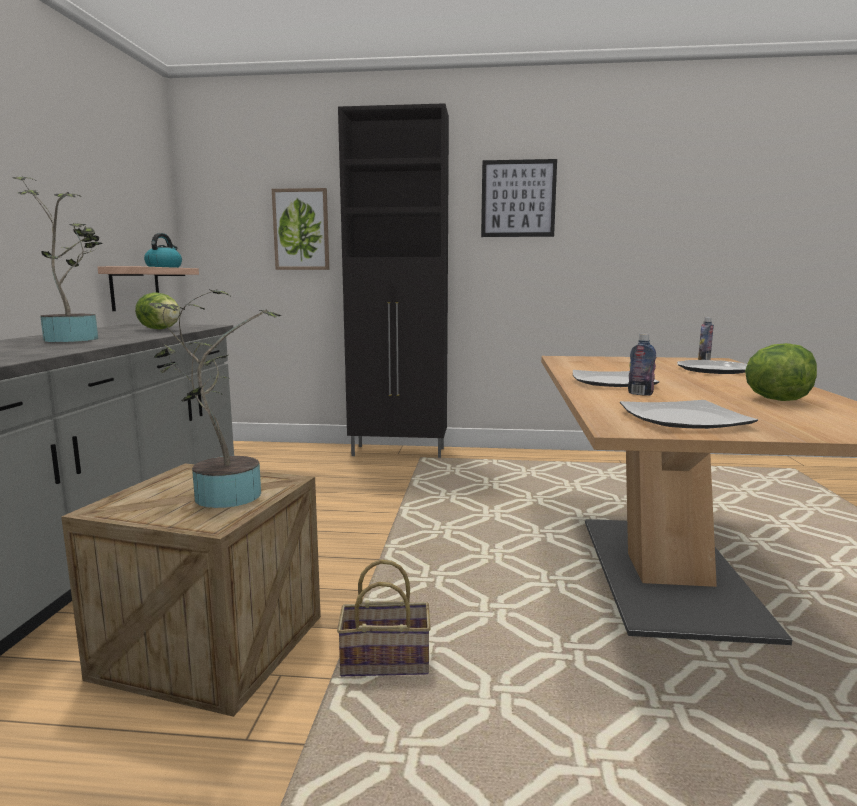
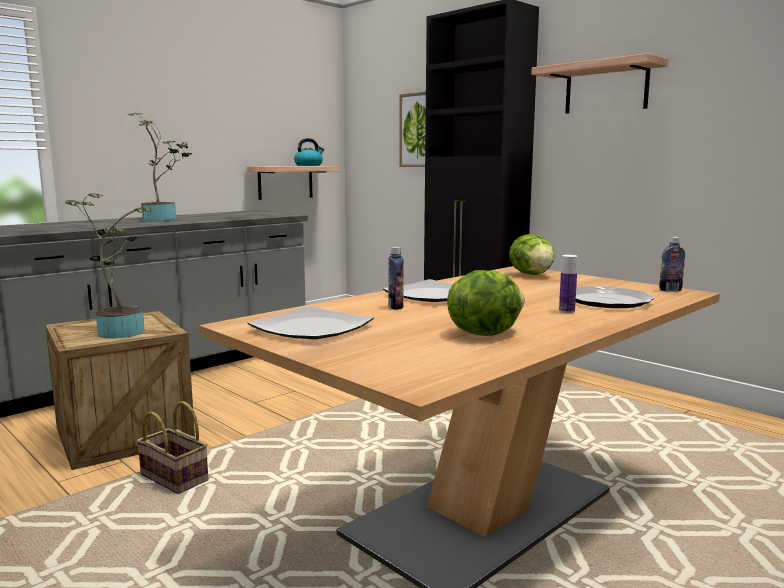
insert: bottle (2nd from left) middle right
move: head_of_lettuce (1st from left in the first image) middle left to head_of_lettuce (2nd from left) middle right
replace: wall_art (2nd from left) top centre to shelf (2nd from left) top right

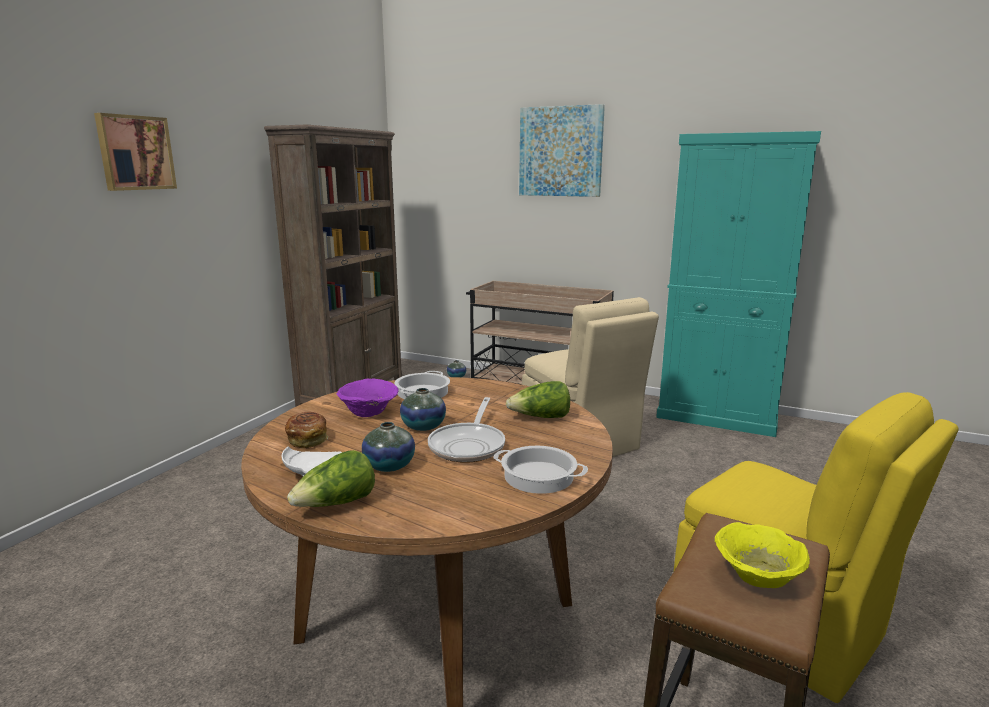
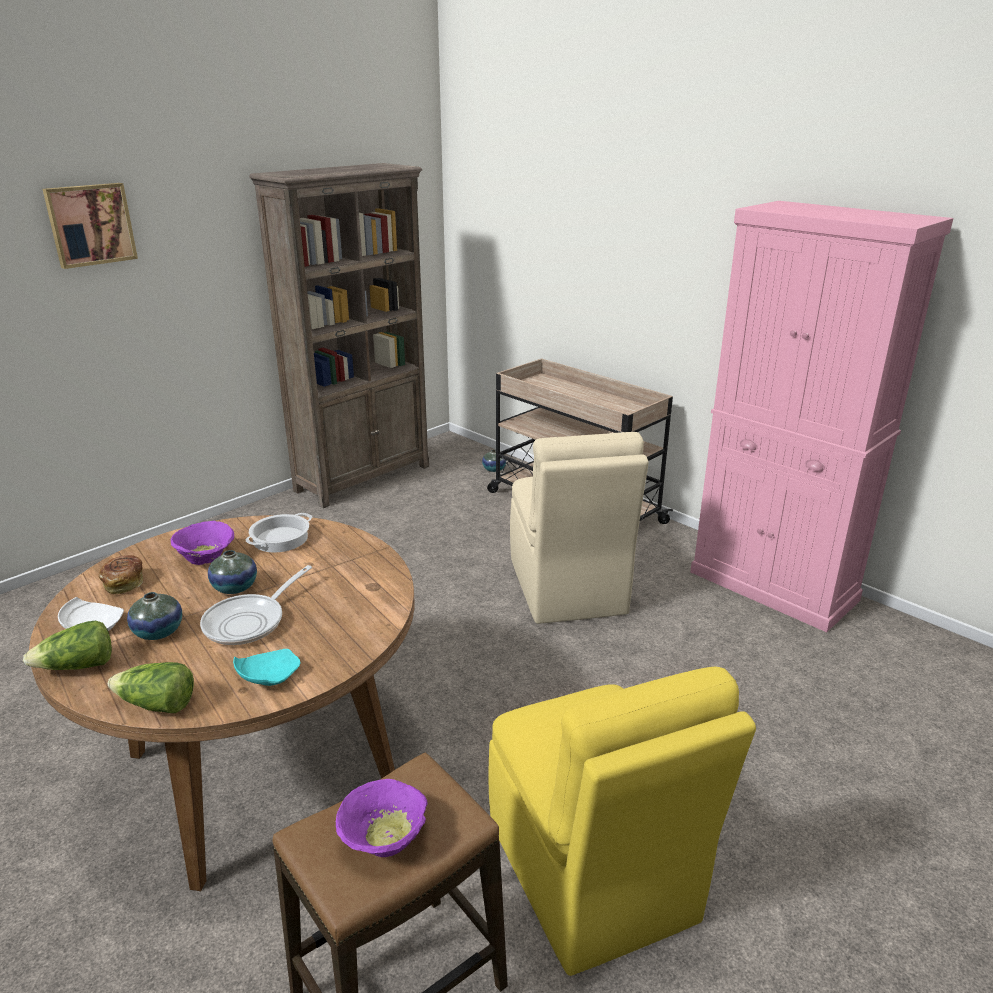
delete: wall_art (2nd from left) top centre
move: head_of_lettuce (2nd from left) centre to bottom left
replace: stockpot (2nd from left) centre to blue-green_flat_dish bottom left
recolor: blue-green_cupboard middle right to pink-coloured_cupboard middle right; yellowish_serving_bowl bottom right to purplish_serving_bowl (2nd from left) bottom centre

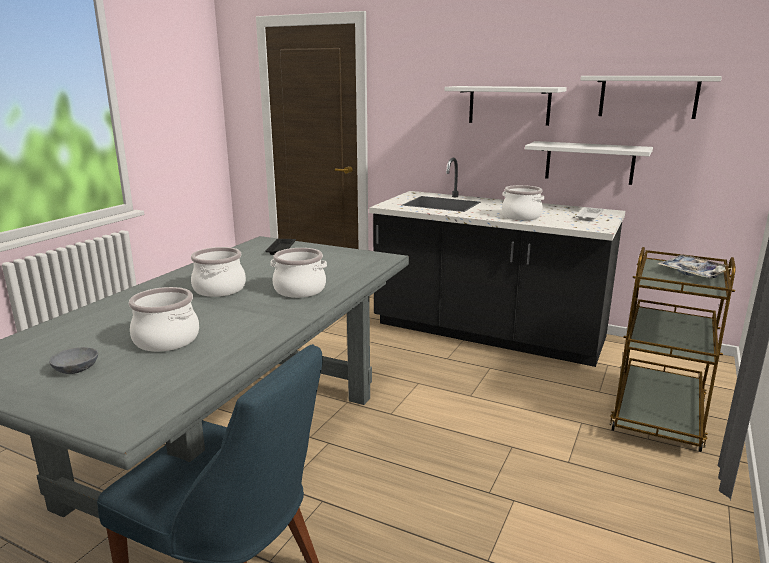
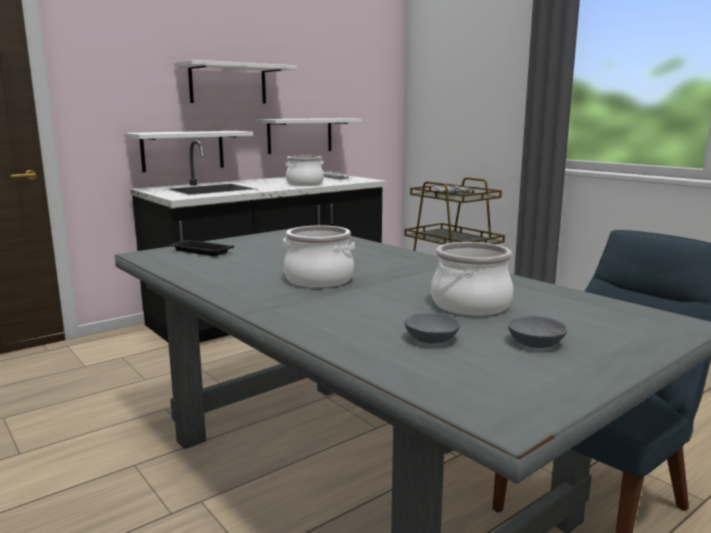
delete: stockpot (3rd from left) centre
insert: gray_serving_bowl (1st from left) centre
move: white_shelf (3rd from left in the first image) top right to white_shelf (1st from left) top left

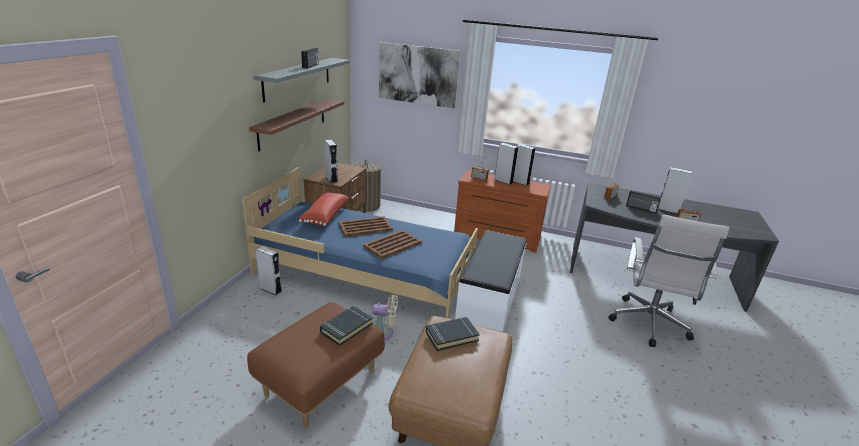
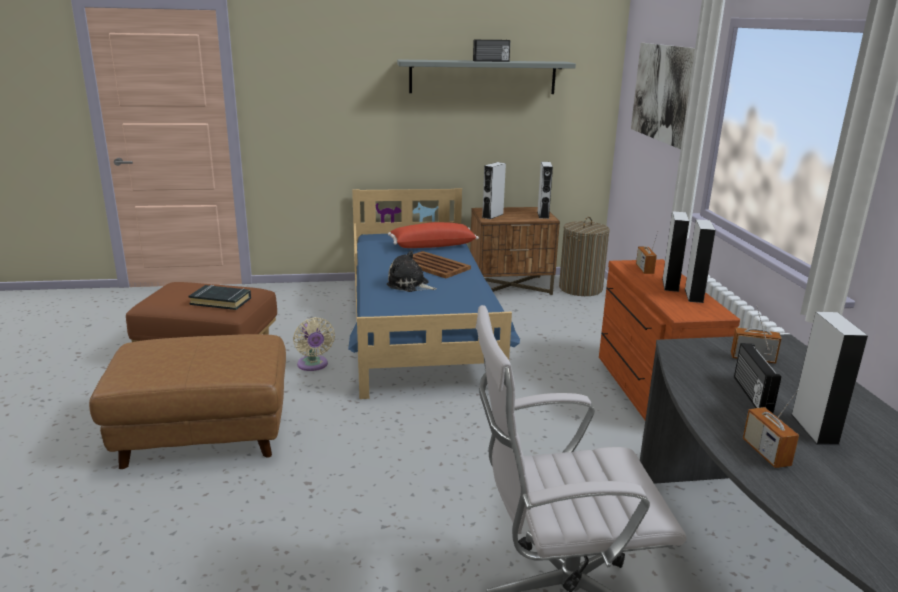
delete: brown_shelf top centre; black-coloured_volume (2nd from left) bottom centre; white_bench centre
move: gray_audio_speaker (1st from left in the first image) middle left to gray_audio_speaker (2nd from left) top centre
replace: brown_carrying_tray (2nd from left) centre to plush_toy centre

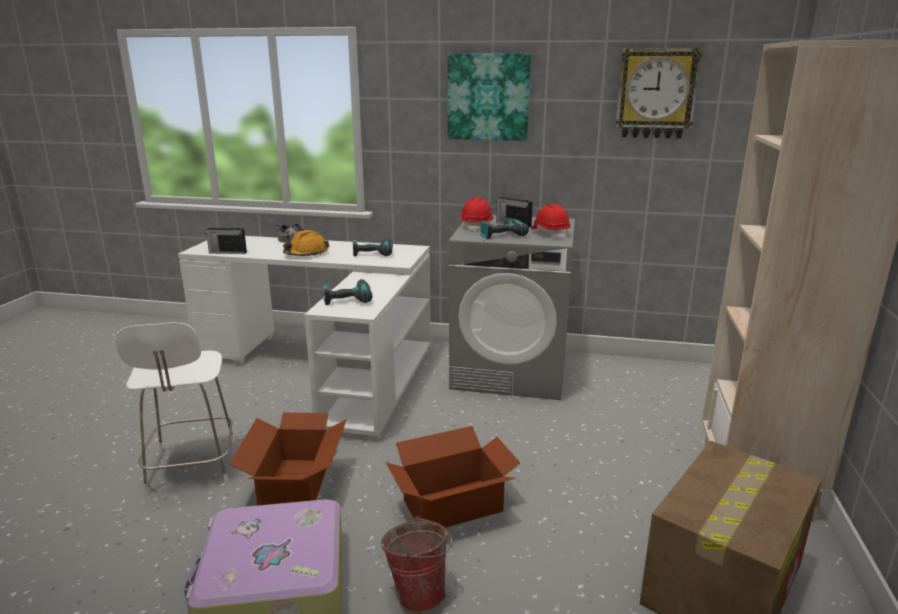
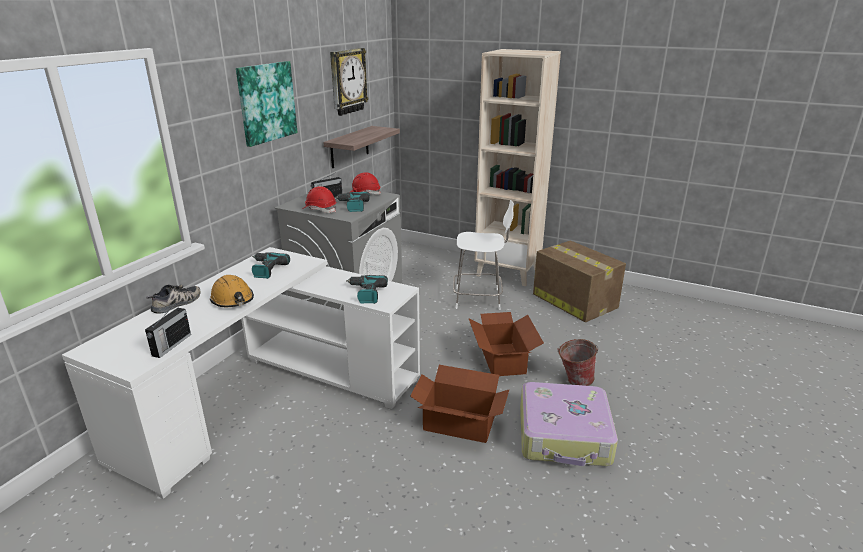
insert: shelf top centre
move: white_stool middle left to centre

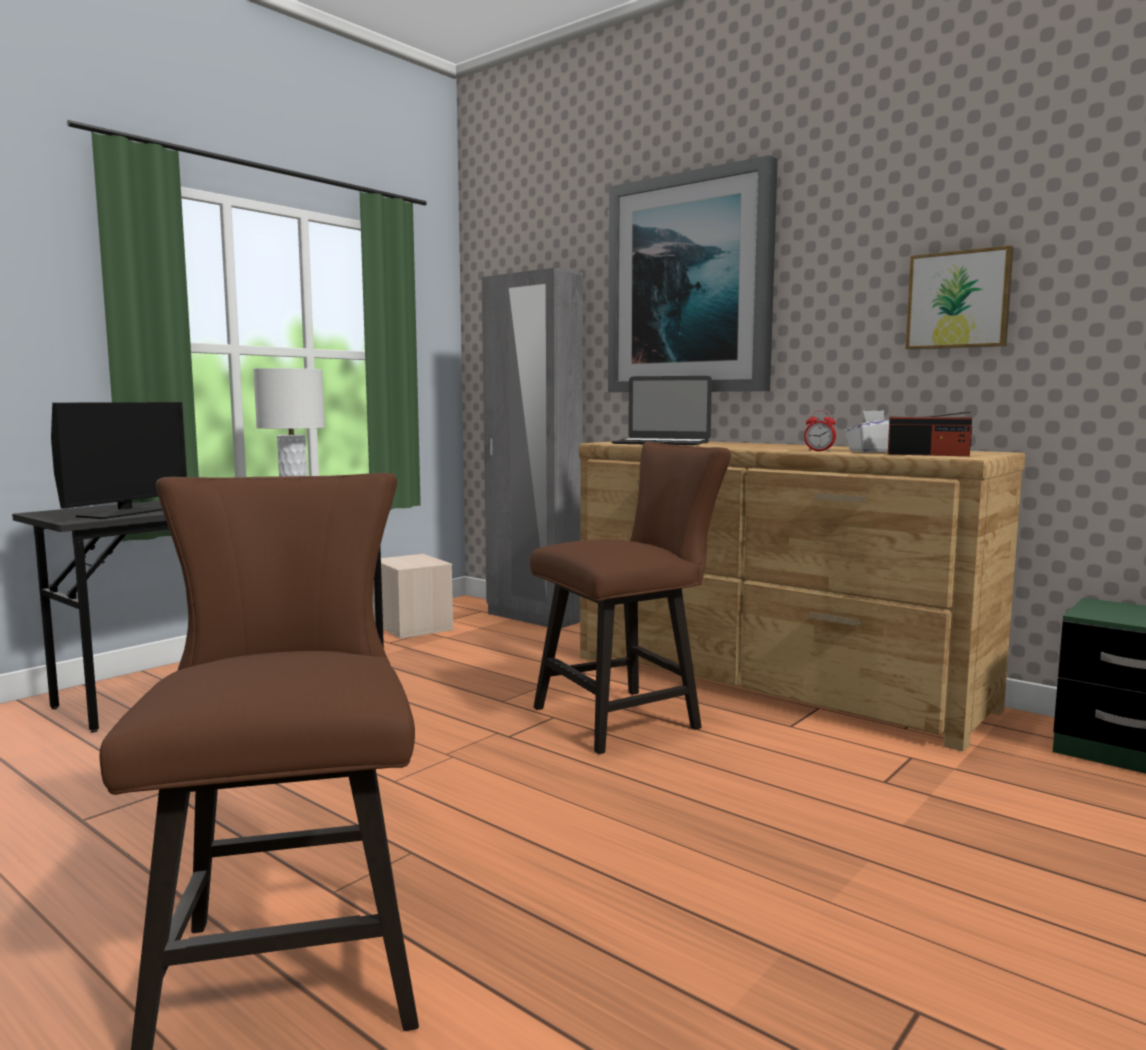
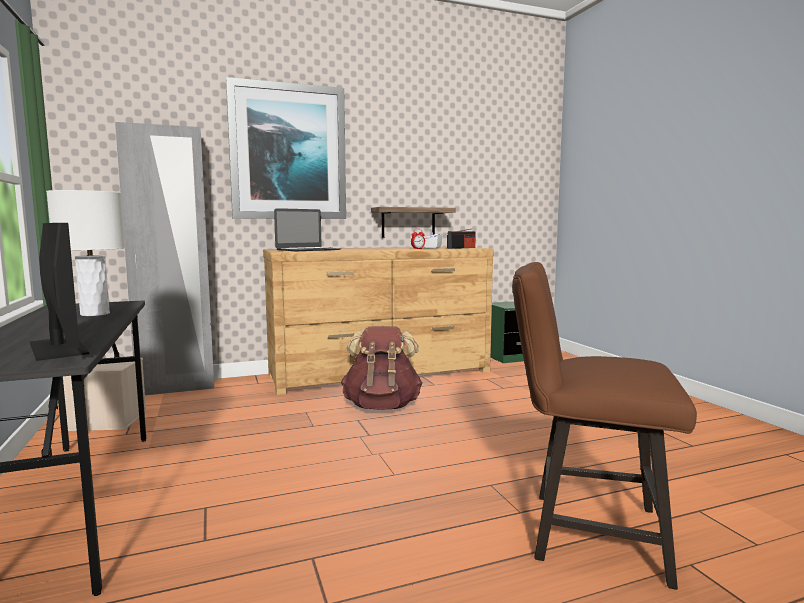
delete: wall_art (2nd from left) top right
insert: shelf centre
replace: brown_plain_chair (2nd from left) centre to brown_backpack centre

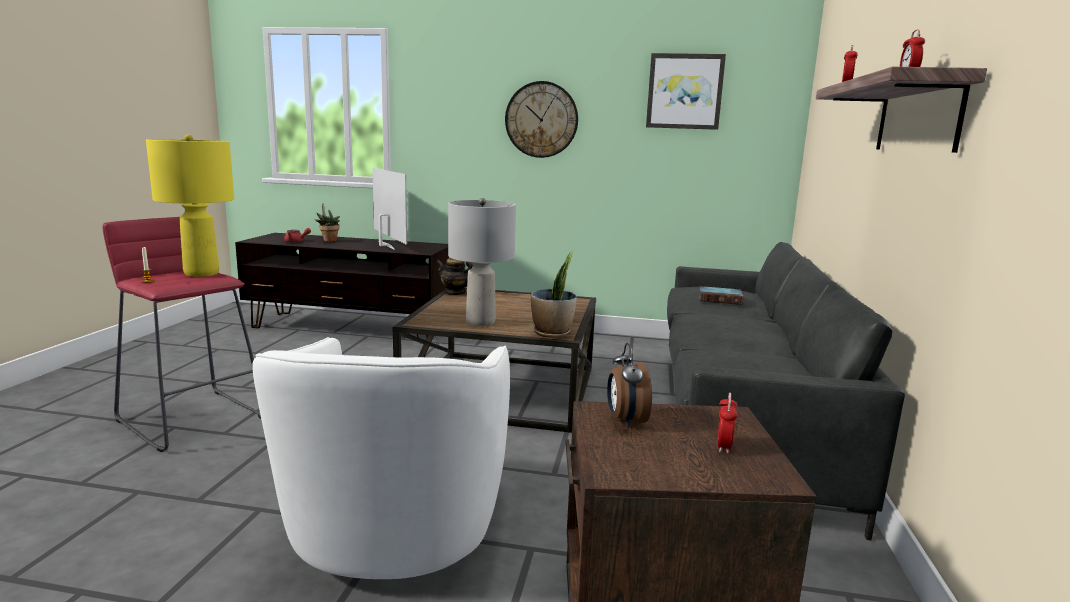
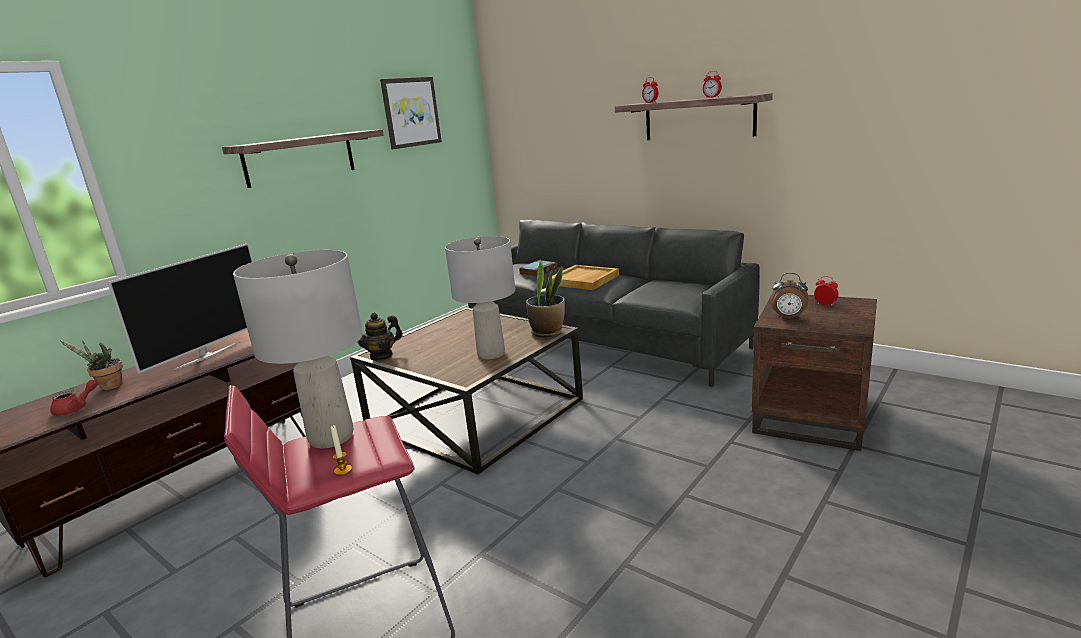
delete: white_armchair bottom centre
insert: beige_carrying_tray centre
replace: wall_clock top centre to shelf (1st from left) top left
recolor: yellowish_tabletop_lamp middle left to gray_tabletop_lamp (1st from left) middle left
rotate: TV_set centre = middle left 120 degrees clockwise

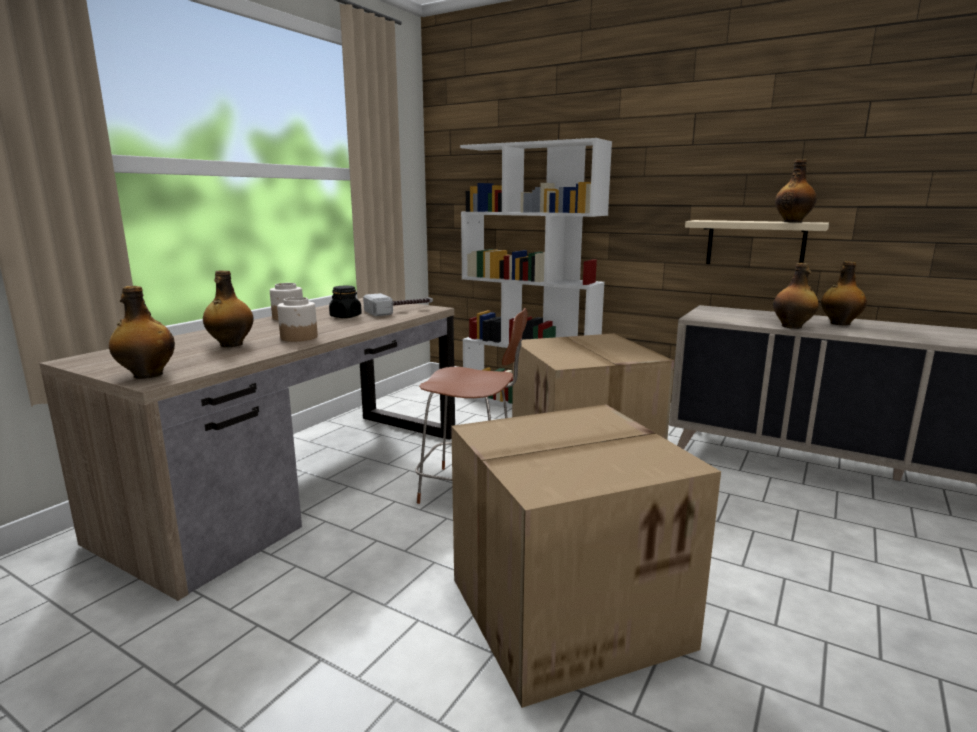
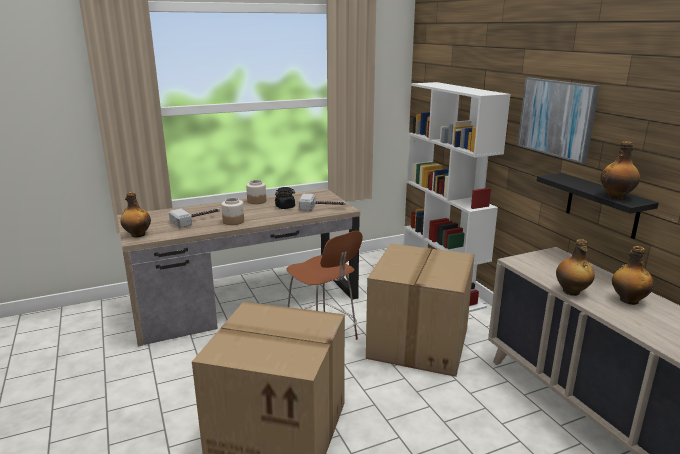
insert: wall_art top right
replace: bottle (2nd from left) middle left to hammer (1st from left) middle left
recolor: beige_shelf top right to black-coloured_shelf middle right

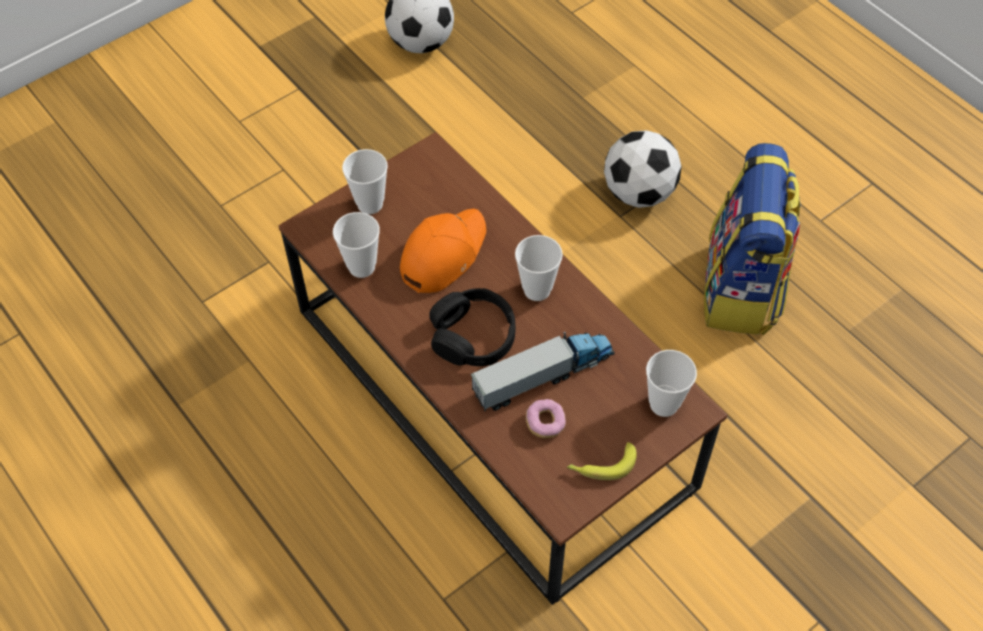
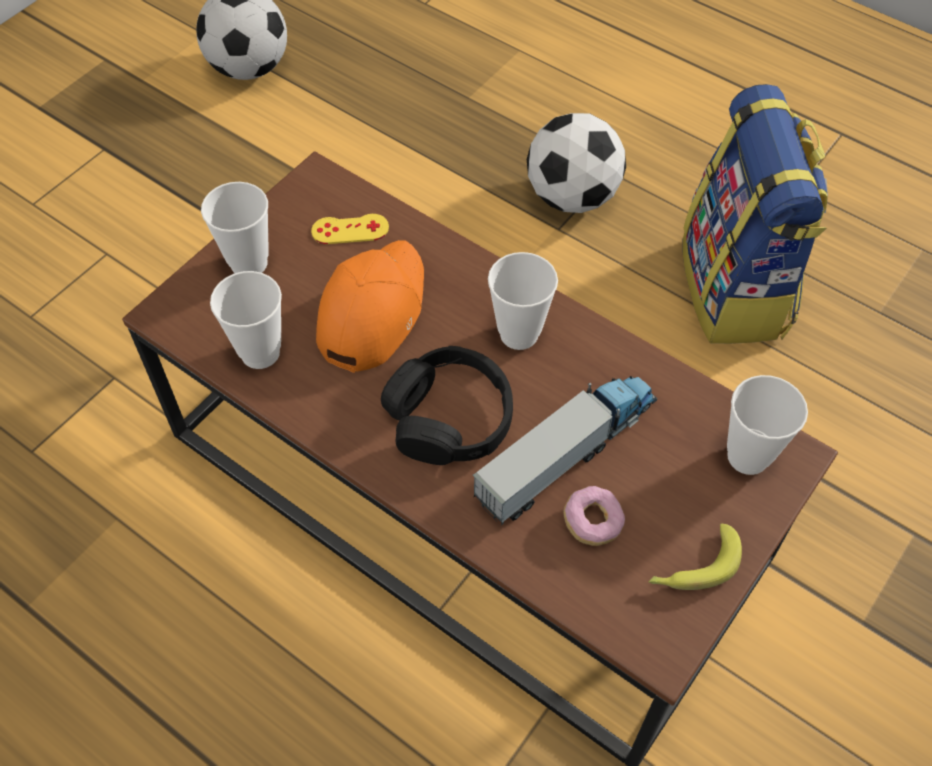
insert: yellowish_joypad top centre

